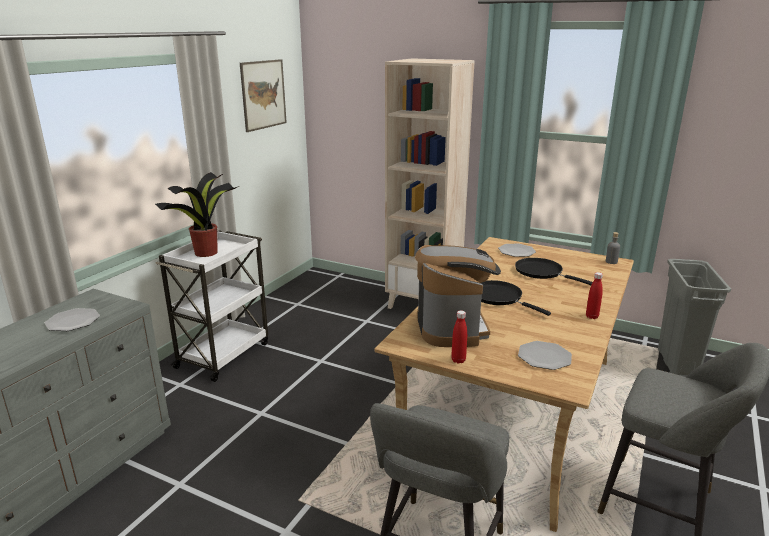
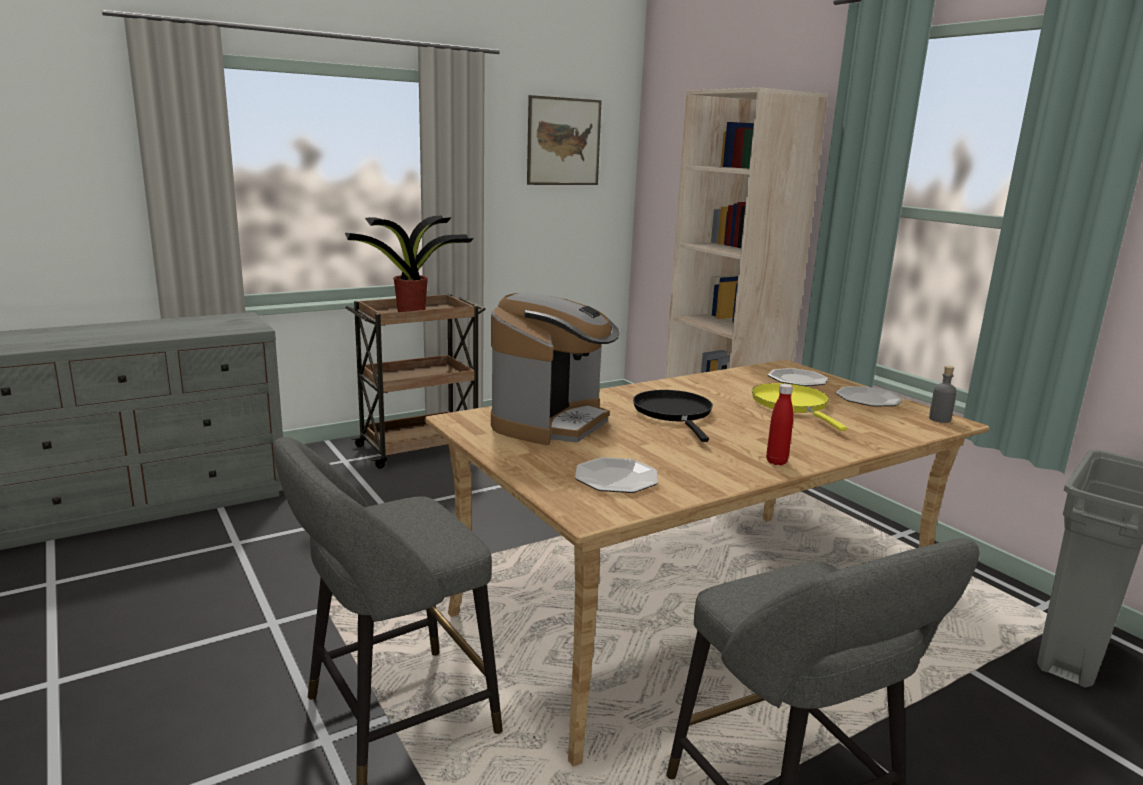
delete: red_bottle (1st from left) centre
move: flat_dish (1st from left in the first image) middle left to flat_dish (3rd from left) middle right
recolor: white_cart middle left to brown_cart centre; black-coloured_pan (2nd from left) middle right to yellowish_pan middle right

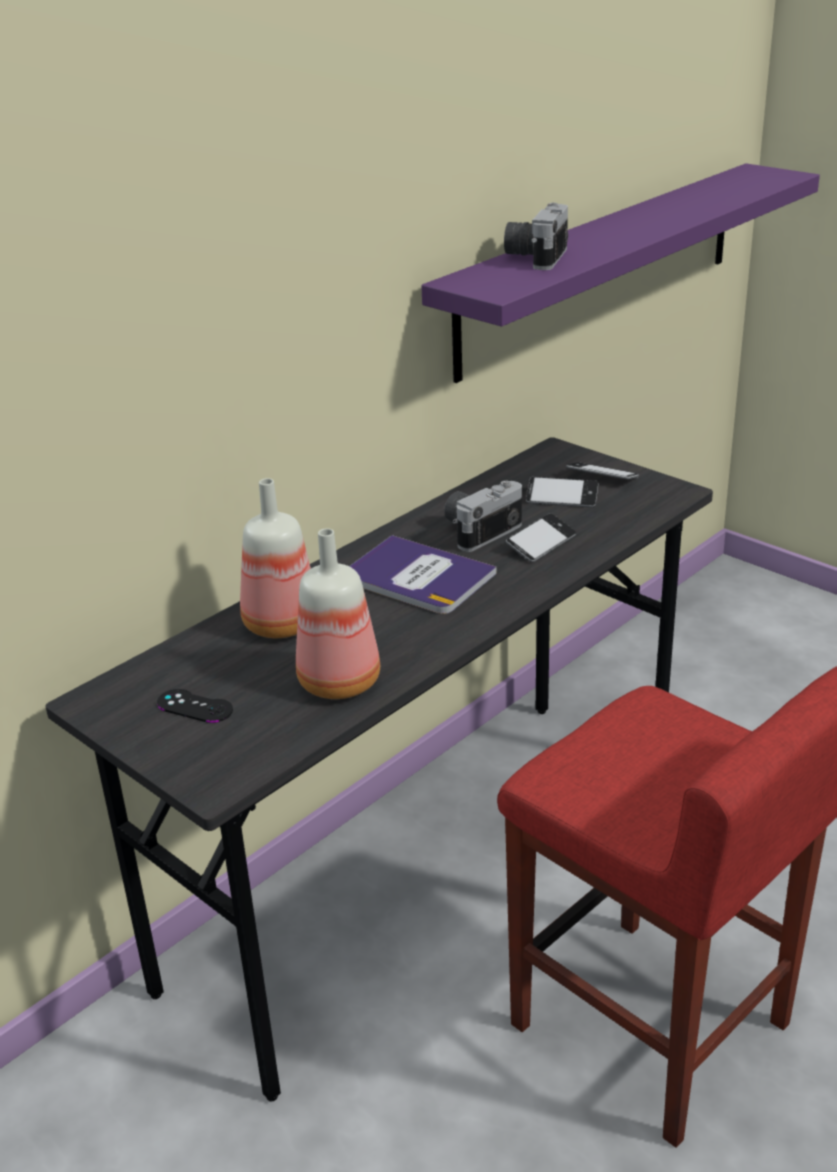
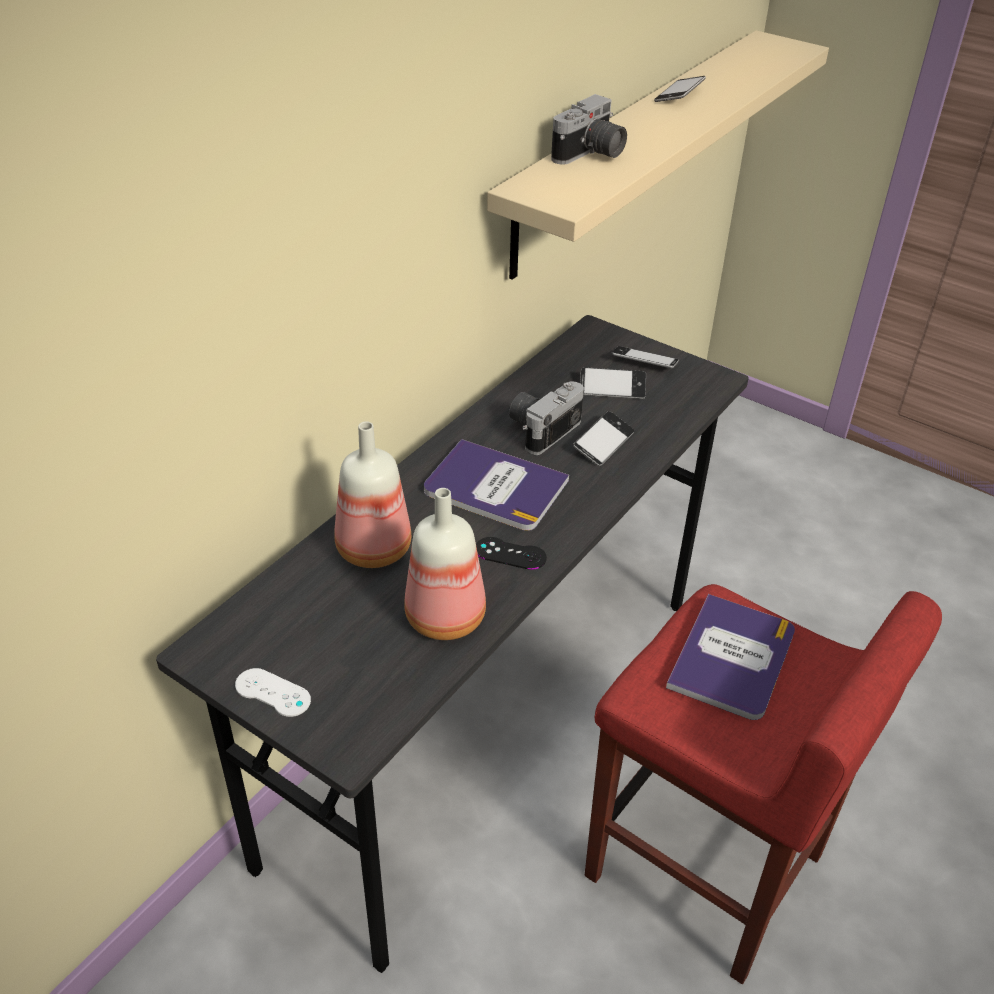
insert: white_joypad bottom left; telephone (4th from left) top right; volume (2nd from left) middle right
move: black-coloured_joypad middle left to centre
recolor: purplish_shelf top right to beige_shelf top centre
rotate: still_camera (2nd from left) top centre = top centre 150 degrees counterclockwise

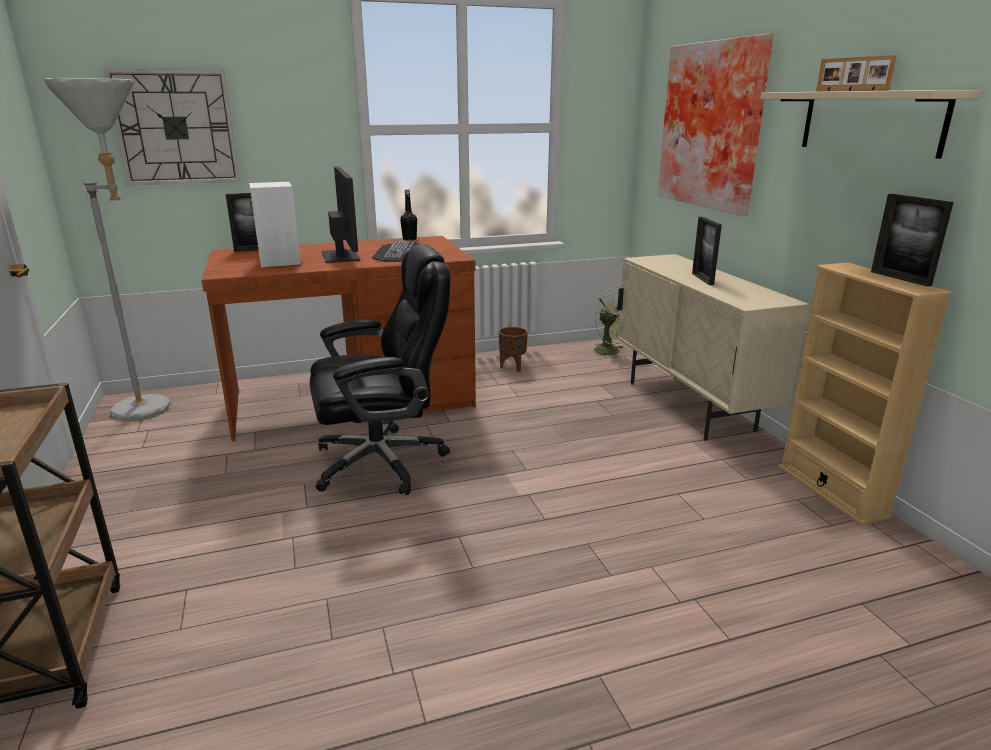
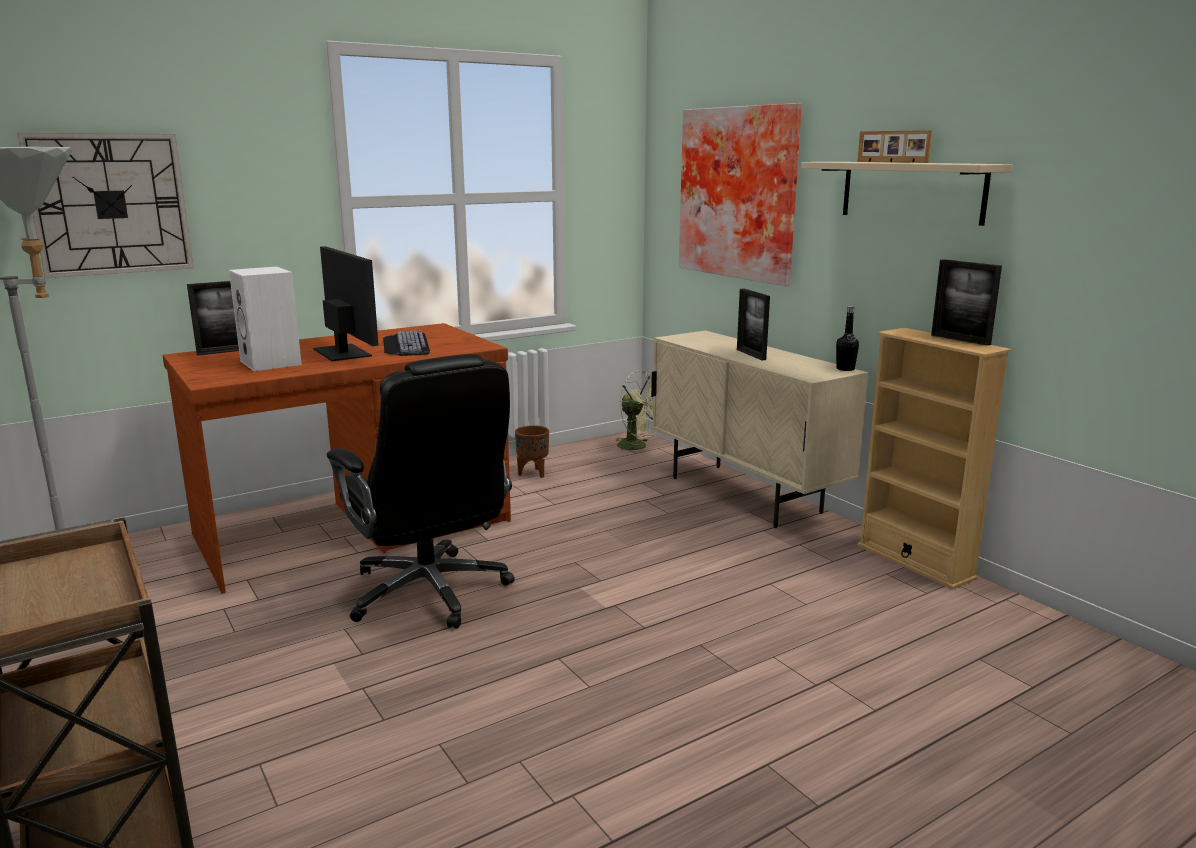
move: black-coloured_bottle top centre to middle right
rotate: black-coloured_desk_chair centre = centre 90 degrees clockwise

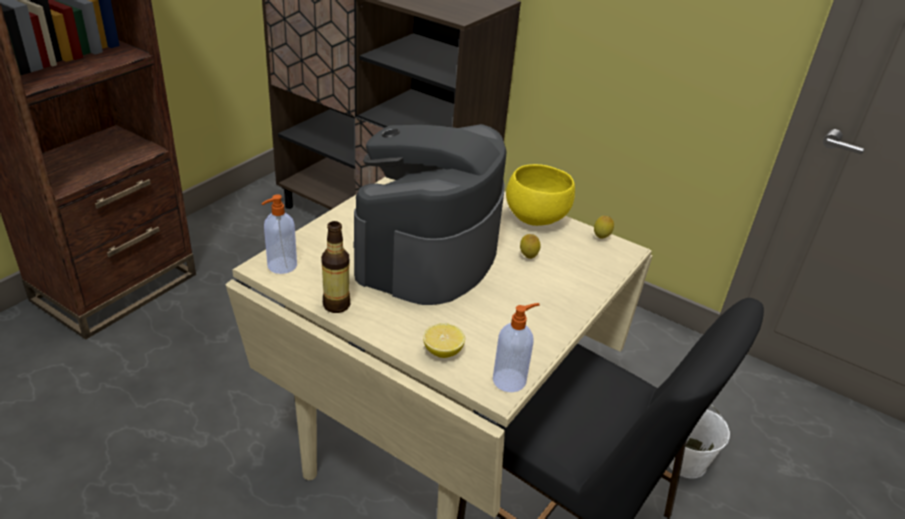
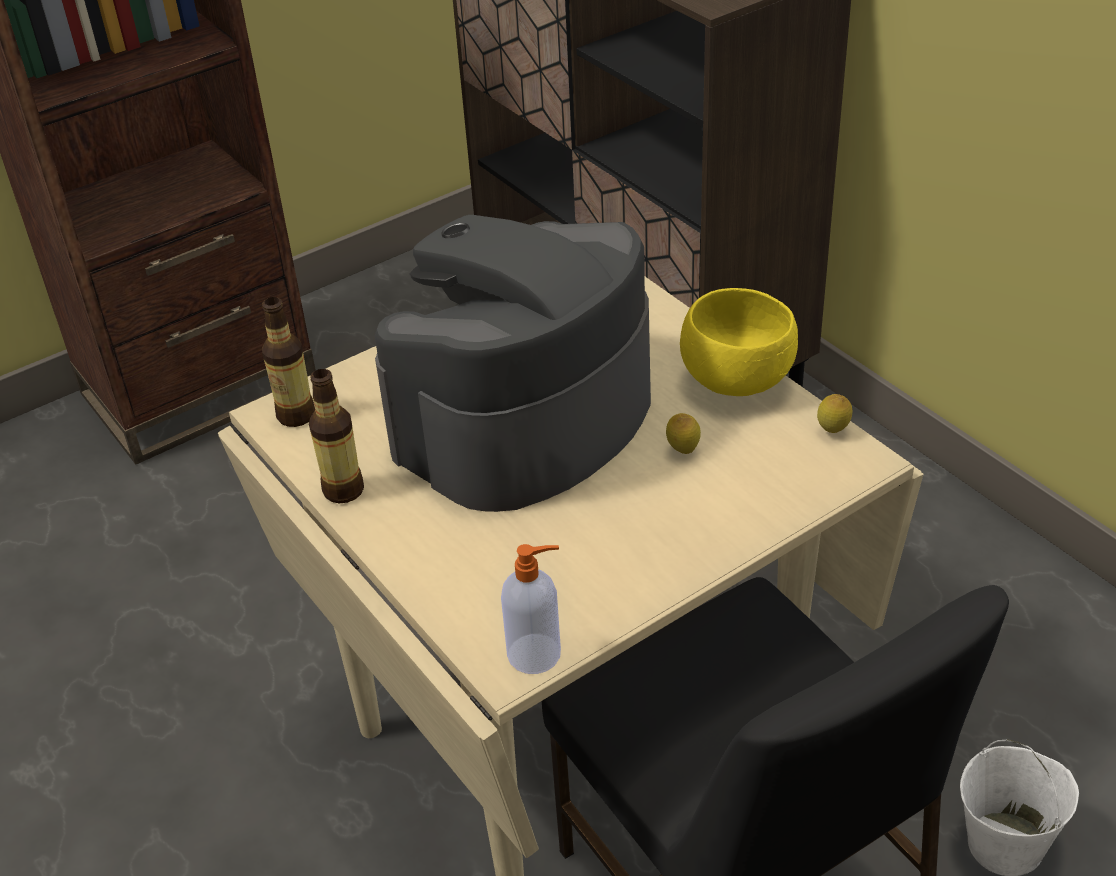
delete: lemon (1st from left) centre
replace: liquid_soap_bottle (1st from left) middle left to bottle (1st from left) middle left

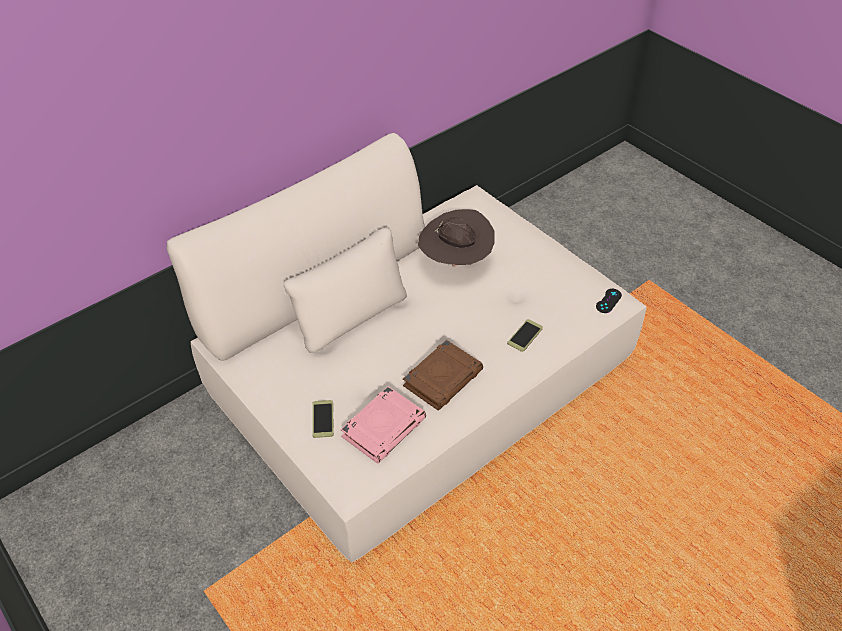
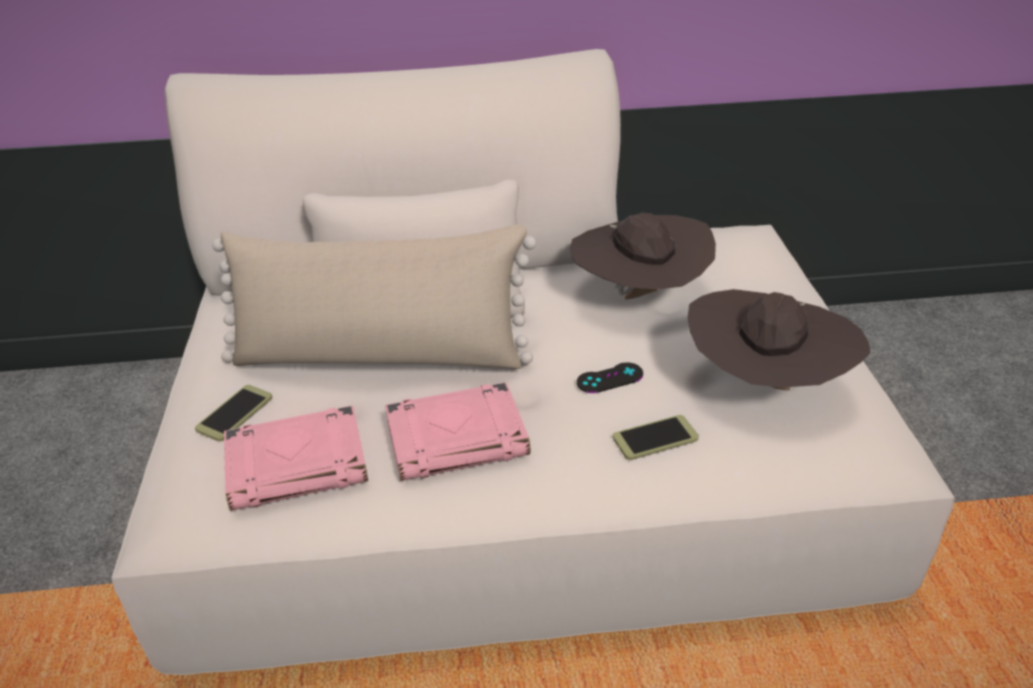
insert: beige_throw_pillow centre; brown_wearable_hat (2nd from left) middle right
move: black-coloured_joypad middle right to centre
recolor: brown_volume centre to pink-coloured_volume (2nd from left) centre

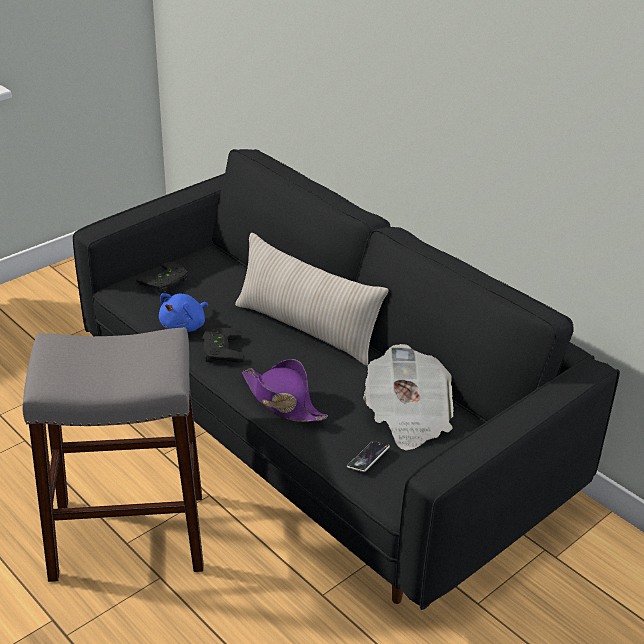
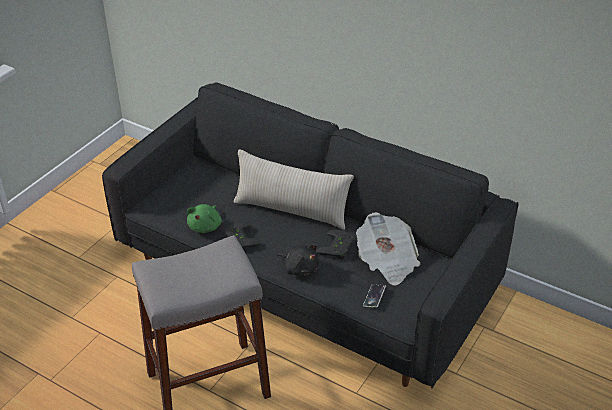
move: black-coloured_joypad (1st from left in the first image) middle left to black-coloured_joypad (2nd from left) centre
replace: purplish_wearable_hat centre to black-coloured_plush_toy centre
recolor: blue_plush_toy middle left to green_plush_toy centre

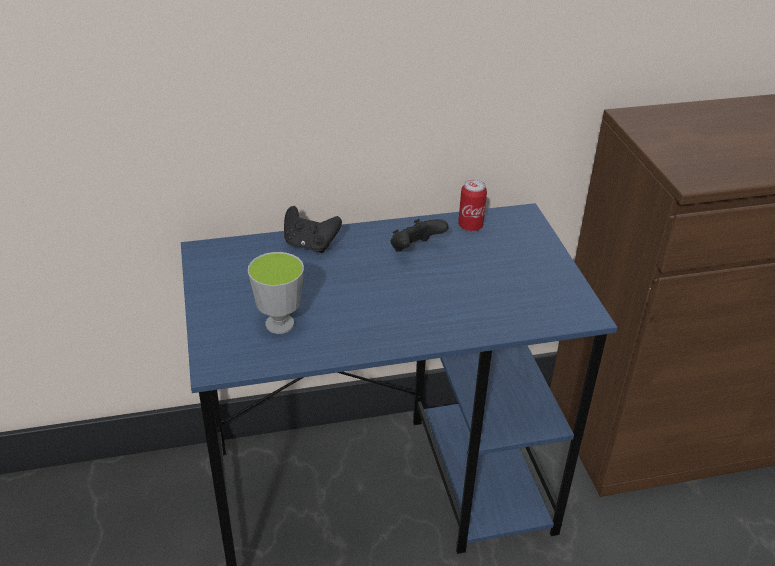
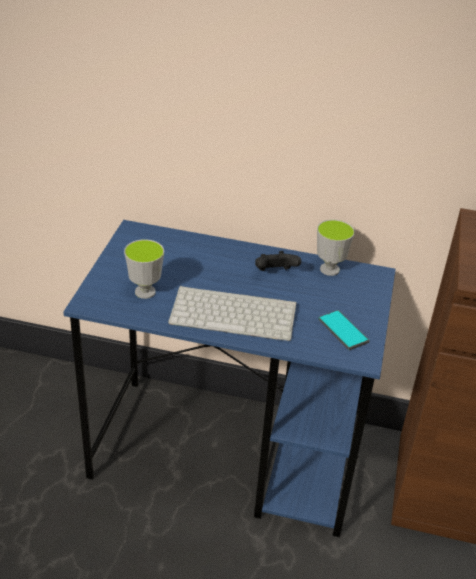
delete: black-coloured_joypad (1st from left) centre
insert: keyboard centre; telephone middle right
replace: sealed_can centre to cup (2nd from left) middle right

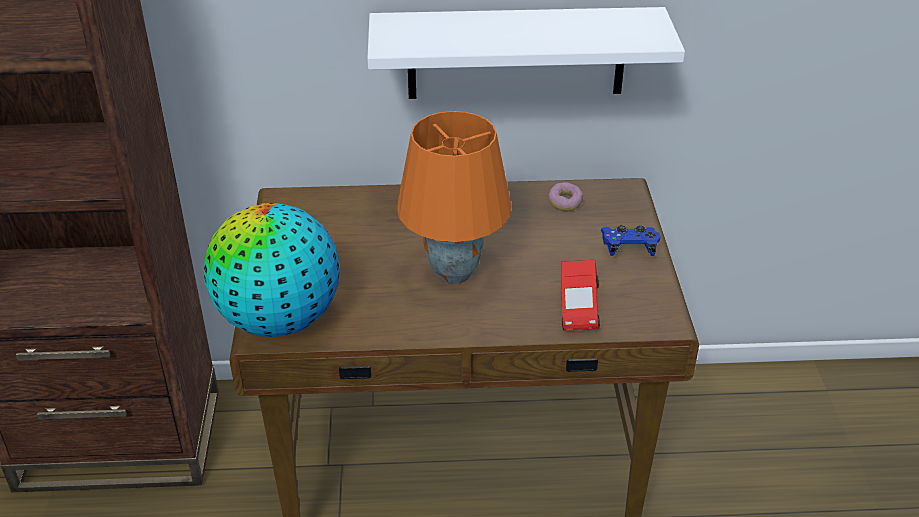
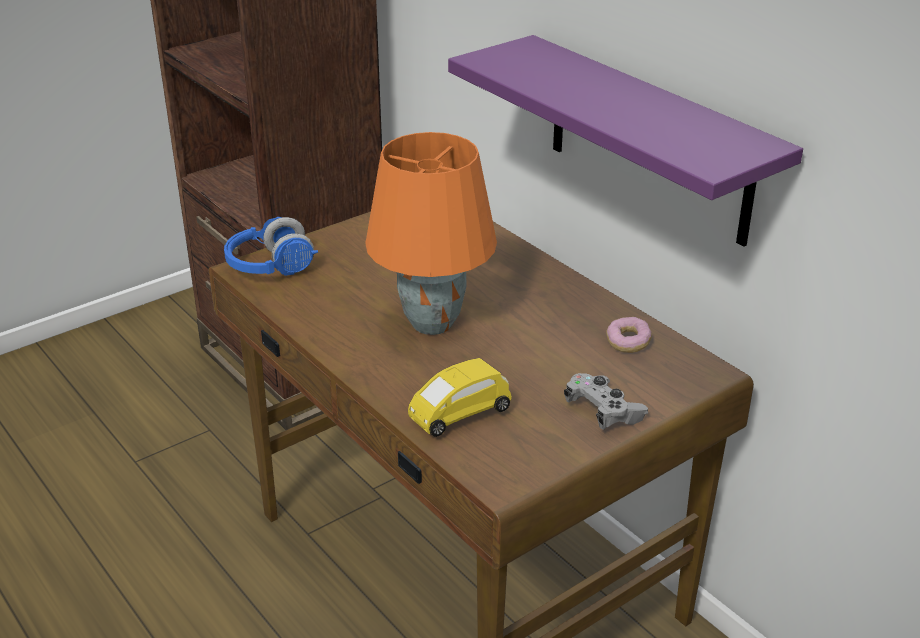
replace: desk_globe middle left to blue_headset middle left
recolor: white_shelf top centre to purplish_shelf top right; red_model_car centre to yellowish_model_car centre; blue_joypad middle right to gray_joypad centre

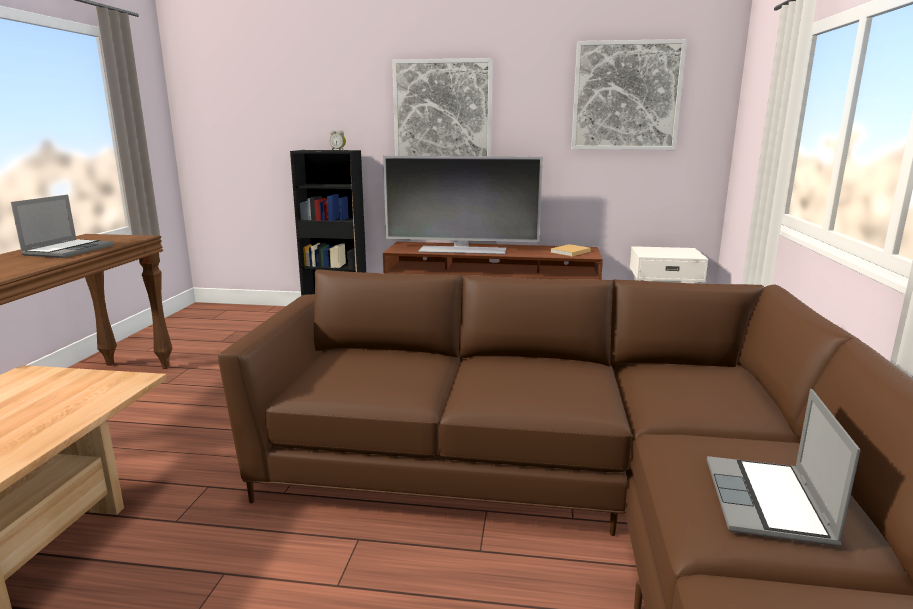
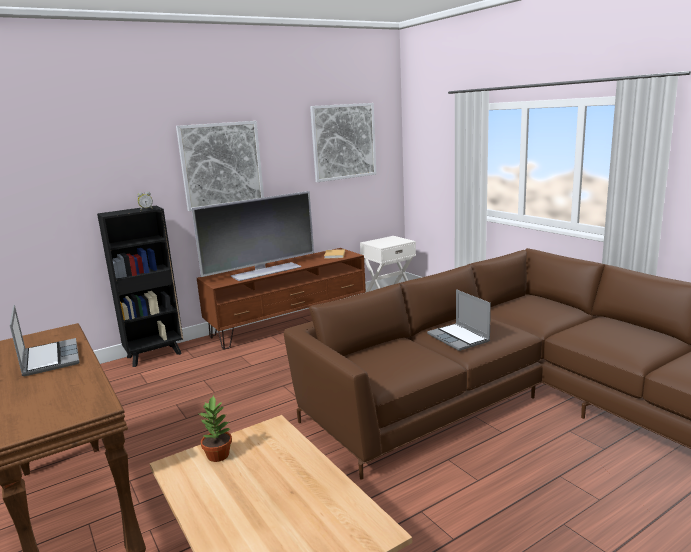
insert: houseplant bottom left
move: portable_computer (2nd from left) bottom right to centre

